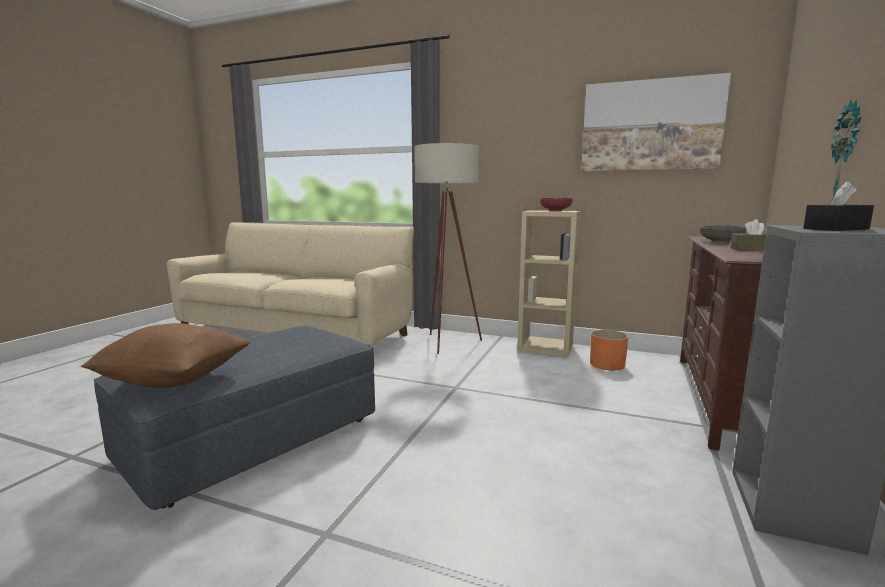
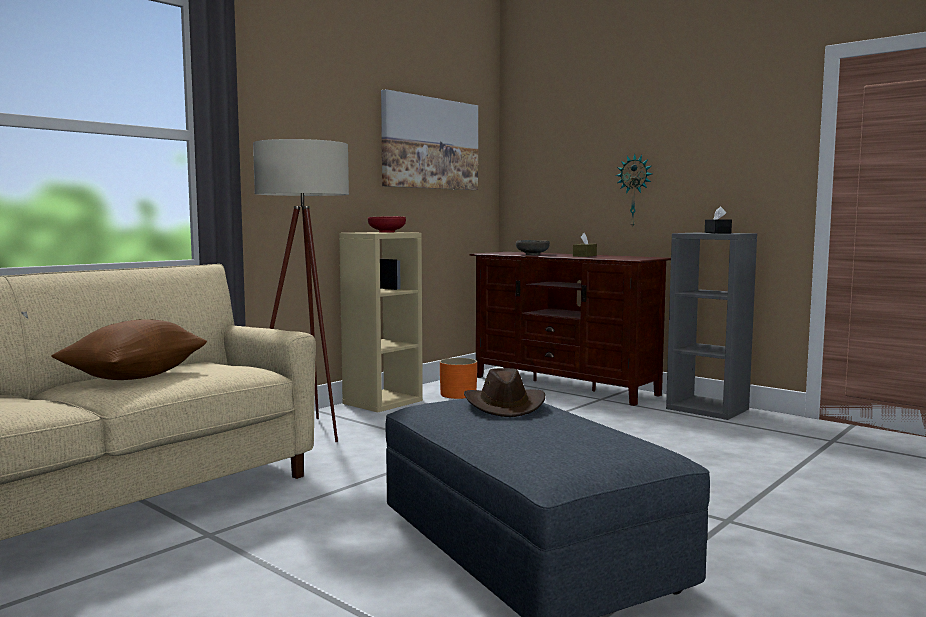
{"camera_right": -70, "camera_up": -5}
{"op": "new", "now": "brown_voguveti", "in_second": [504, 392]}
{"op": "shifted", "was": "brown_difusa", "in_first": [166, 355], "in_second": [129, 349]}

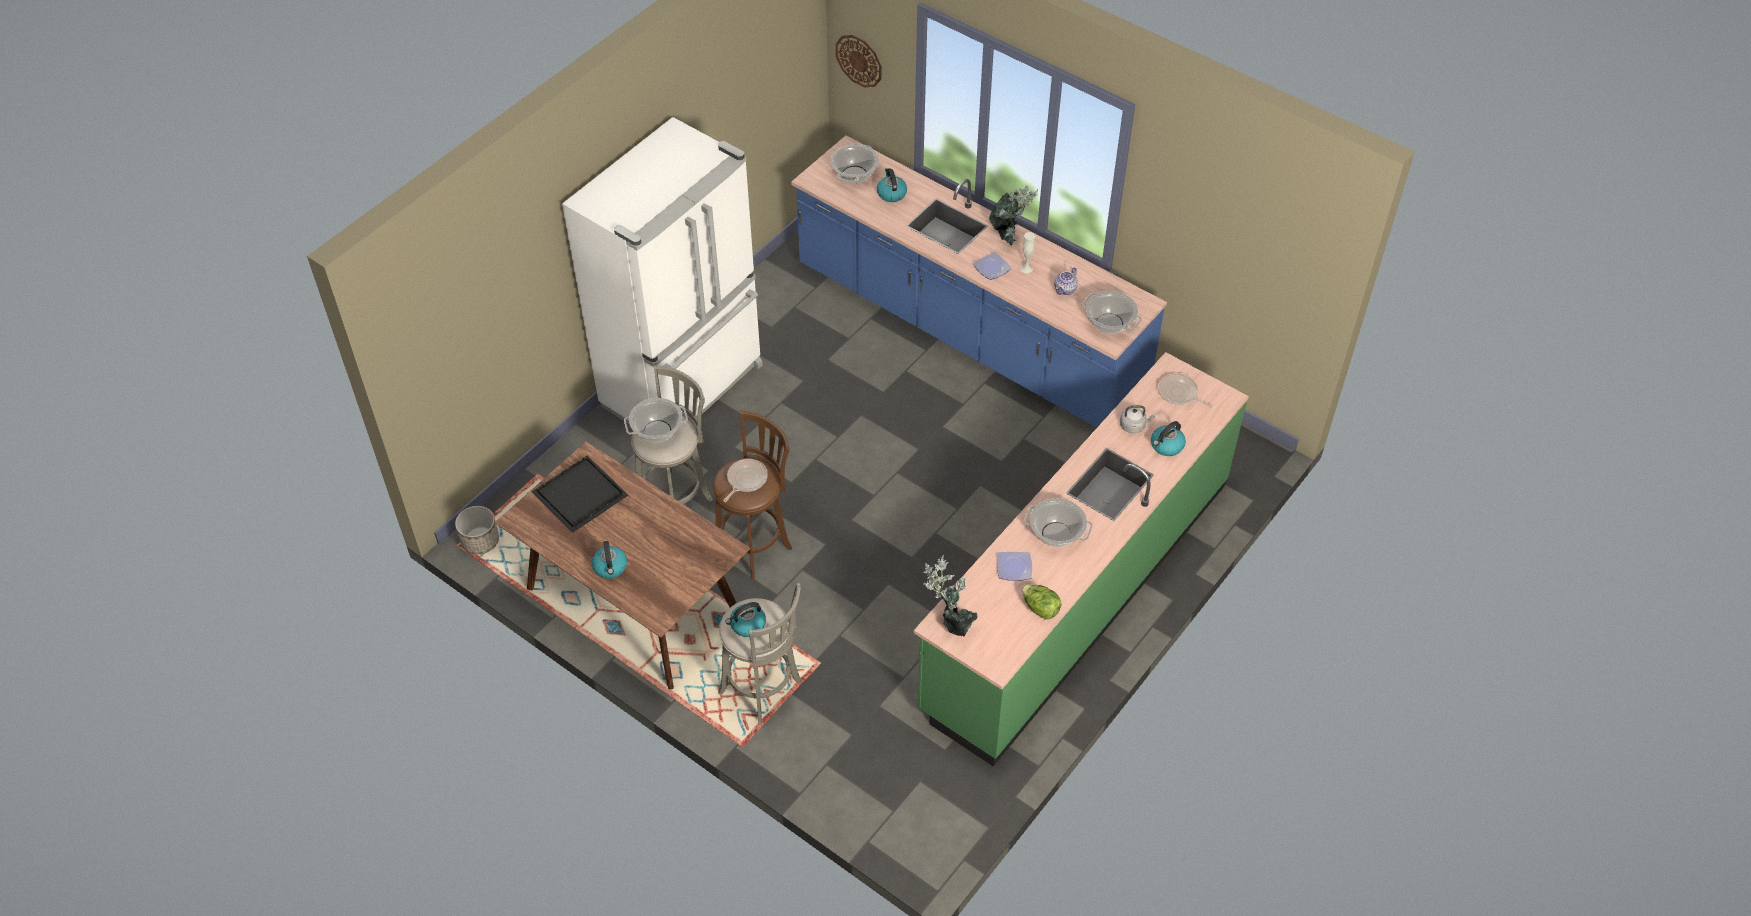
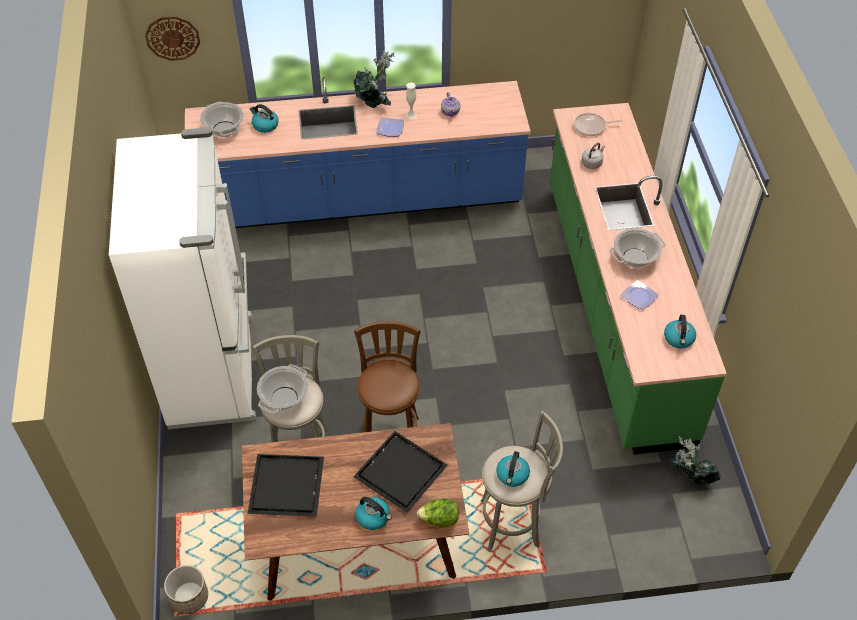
{"camera_right": -45, "camera_up": 0}
{"op": "gone", "was": "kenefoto", "in_first": [745, 480]}
{"op": "gone", "was": "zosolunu", "in_first": [1111, 312]}
{"op": "new", "now": "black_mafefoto", "in_second": [400, 472]}
{"op": "shifted", "was": "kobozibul", "in_first": [950, 595], "in_second": [695, 460]}
{"op": "shifted", "was": "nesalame", "in_first": [1041, 602], "in_second": [438, 513]}
{"op": "shifted", "was": "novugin", "in_first": [1168, 438], "in_second": [680, 331]}

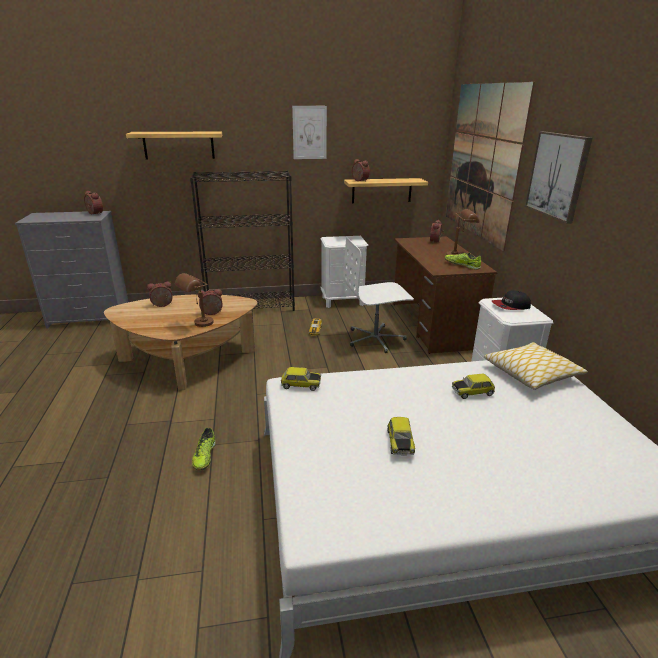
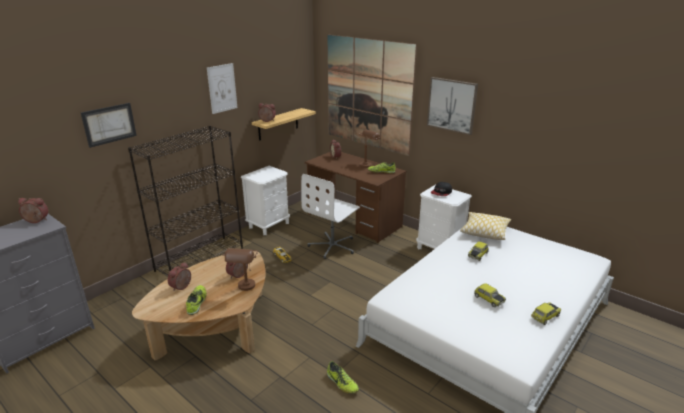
{"camera_right": -40, "camera_up": 0}
{"op": "new", "now": "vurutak", "in_second": [196, 300]}
{"op": "shifted", "was": "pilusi", "in_first": [301, 379], "in_second": [546, 314]}
{"op": "swapped", "was": "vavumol", "now": "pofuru", "in_first": [174, 146], "in_second": [109, 125]}

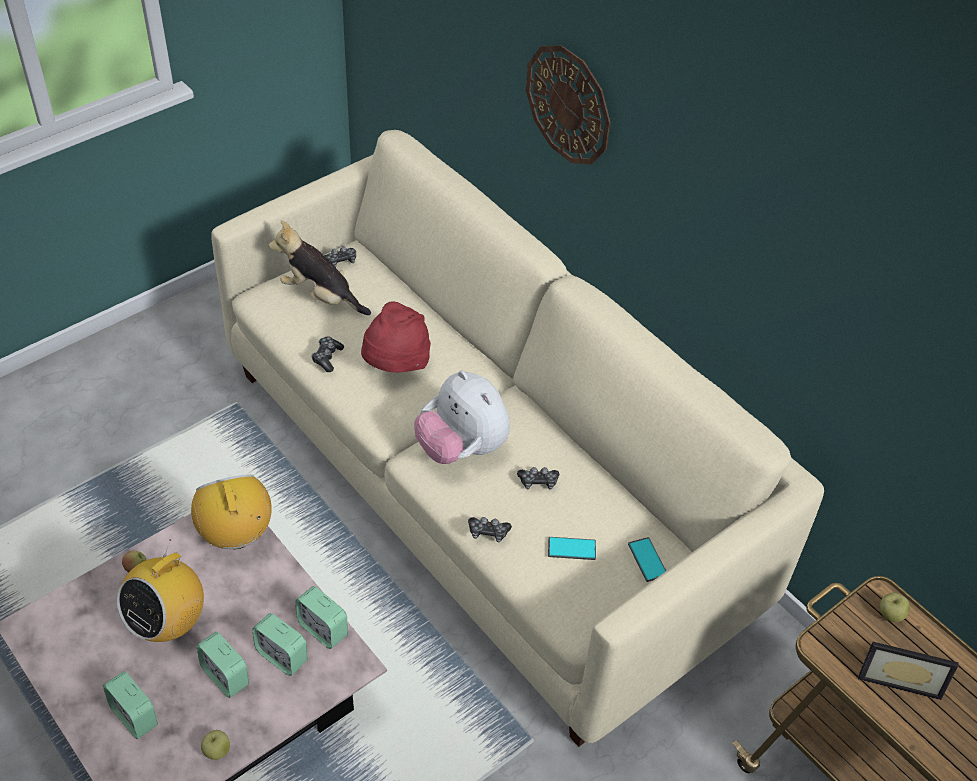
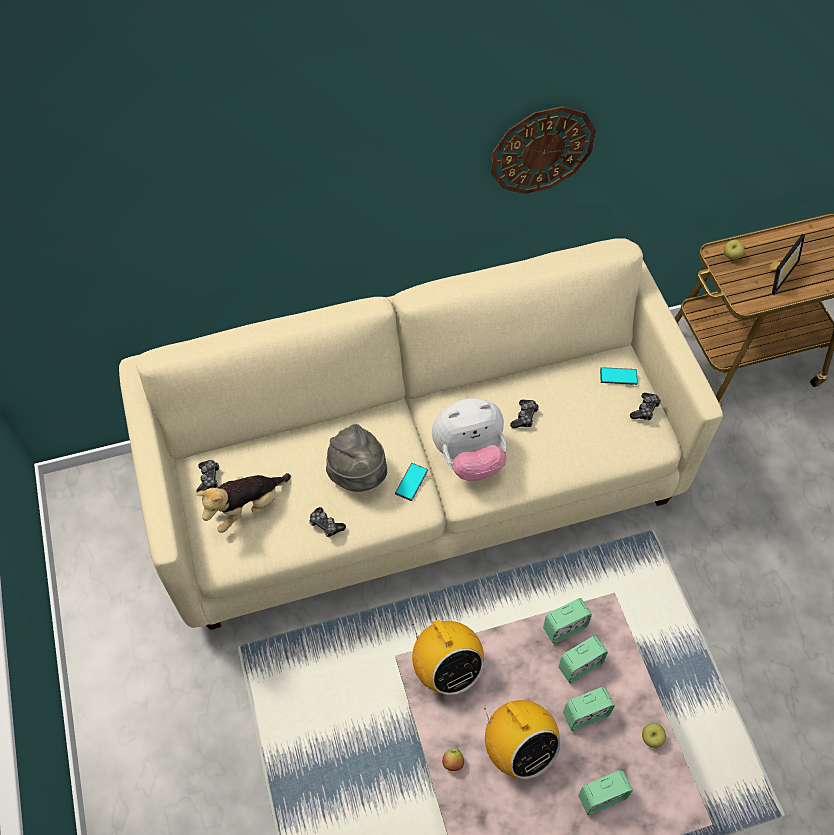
{"camera_right": -65, "camera_up": 10}
{"op": "shifted", "was": "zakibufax", "in_first": [490, 529], "in_second": [645, 406]}
{"op": "shifted", "was": "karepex", "in_first": [568, 104], "in_second": [543, 150]}
{"op": "shifted", "was": "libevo", "in_first": [572, 548], "in_second": [411, 482]}
{"op": "repainted", "was": "red_voguveti", "now": "grey_voguveti", "in_first": [396, 336], "in_second": [356, 458]}
{"op": "rotated", "was": "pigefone", "in_first": [231, 512], "in_second": [448, 657], "clockwise": -120}

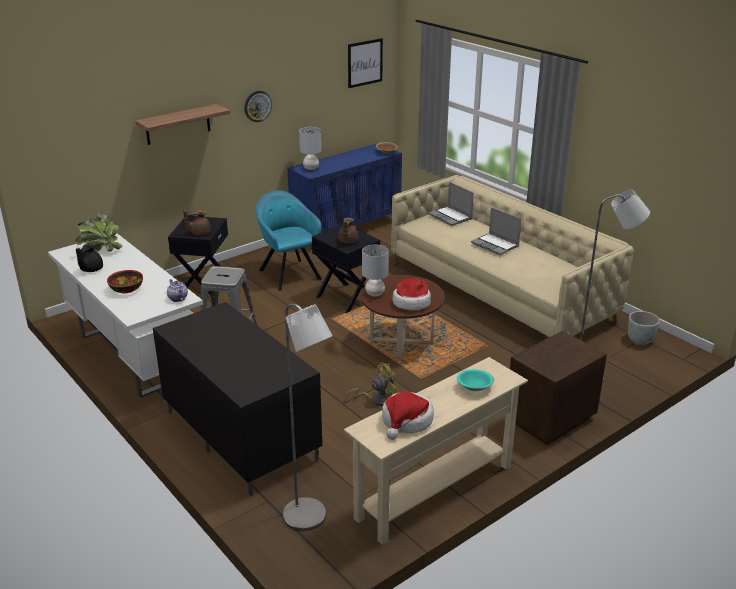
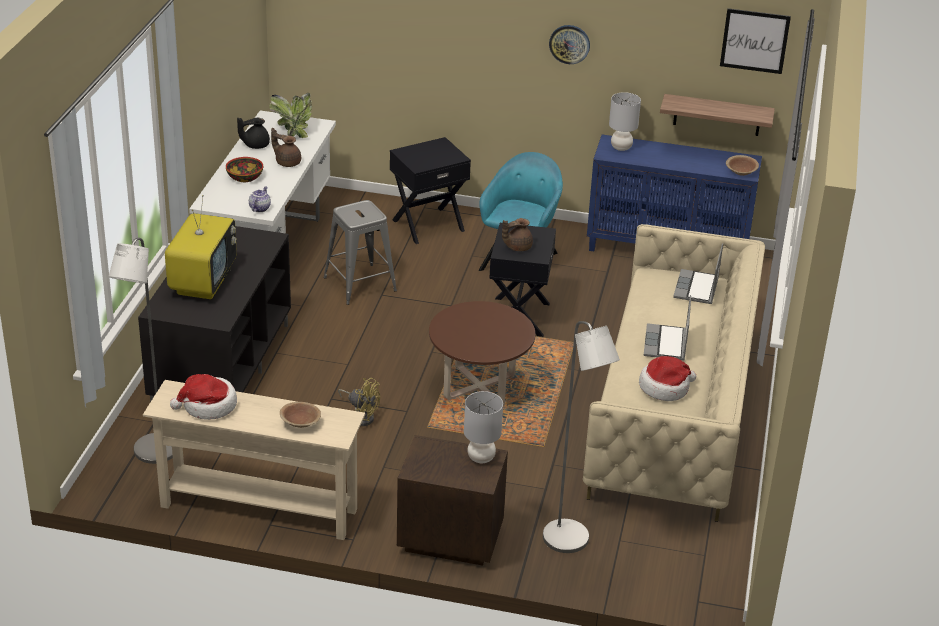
{"camera_right": 50, "camera_up": 5}
{"op": "gone", "was": "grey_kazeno", "in_first": [644, 328]}
{"op": "new", "now": "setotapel", "in_second": [201, 247]}
{"op": "shifted", "was": "vavumol", "in_first": [182, 124], "in_second": [717, 115]}
{"op": "shifted", "was": "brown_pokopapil", "in_first": [197, 222], "in_second": [286, 147]}
{"op": "shifted", "was": "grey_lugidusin", "in_first": [375, 271], "in_second": [483, 427]}
{"op": "shifted", "was": "voguveti", "in_first": [411, 294], "in_second": [667, 378]}
{"op": "repainted", "was": "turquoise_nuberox", "now": "brown_nuberox", "in_first": [475, 380], "in_second": [300, 415]}

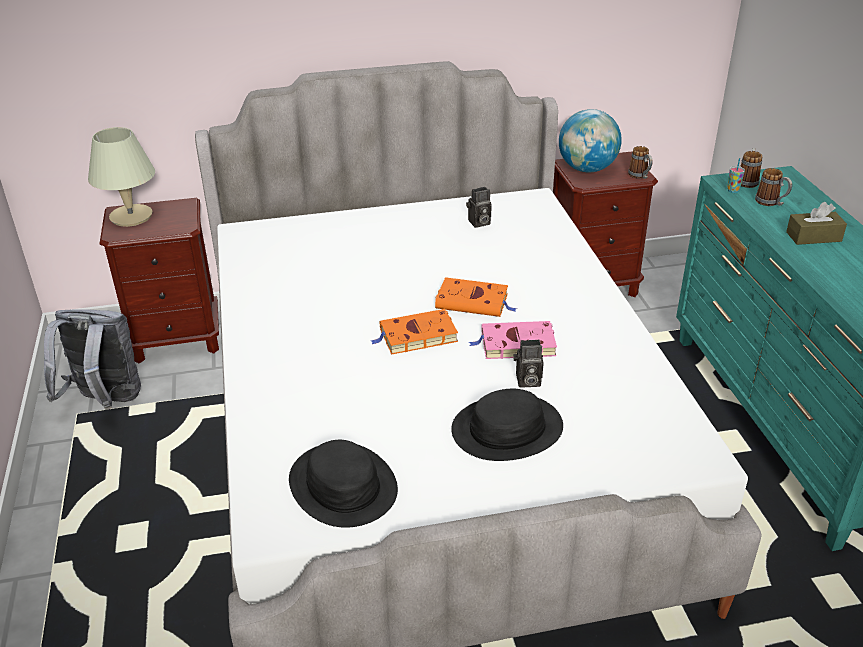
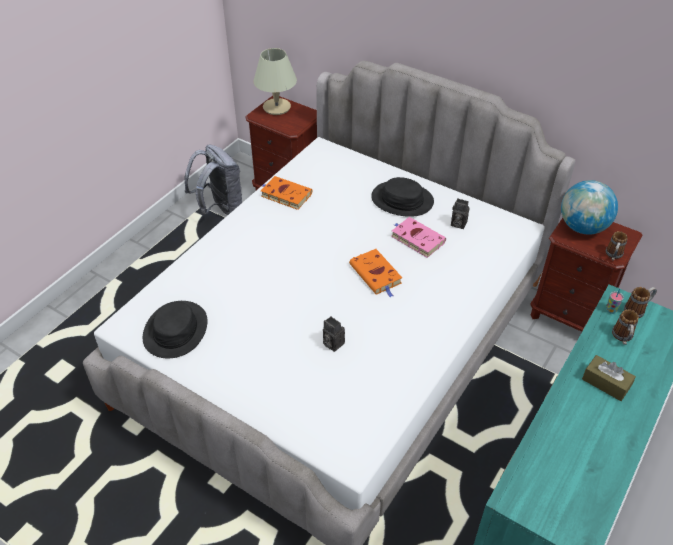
{"camera_right": 45, "camera_up": 10}
{"op": "shifted", "was": "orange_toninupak", "in_first": [414, 332], "in_second": [286, 193]}
{"op": "shifted", "was": "black_voguveti", "in_first": [507, 425], "in_second": [402, 197]}
{"op": "shifted", "was": "pink_toninupak", "in_first": [513, 340], "in_second": [418, 237]}

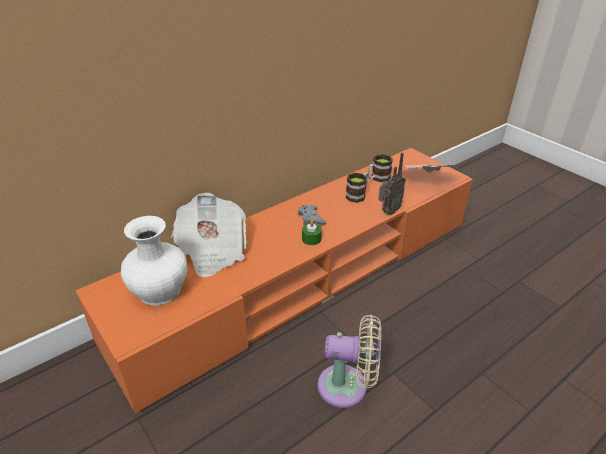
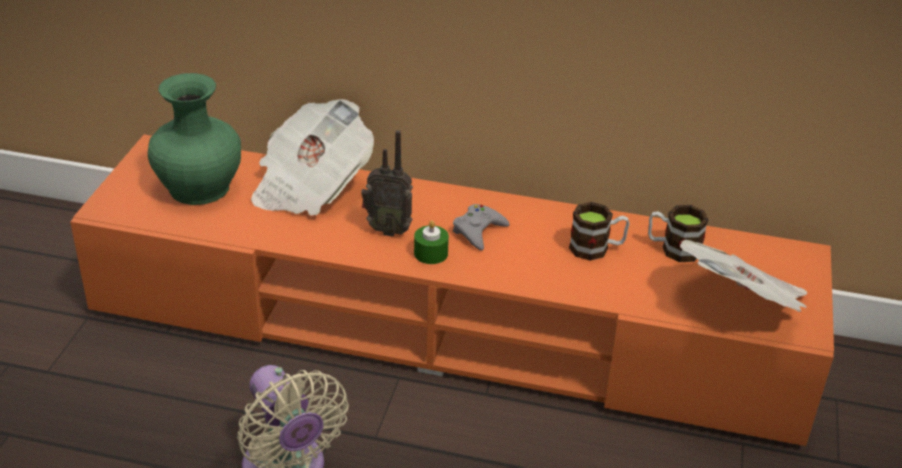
{"camera_right": 50, "camera_up": 0}
{"op": "shifted", "was": "pigefone", "in_first": [392, 184], "in_second": [387, 183]}
{"op": "repainted", "was": "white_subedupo", "now": "green_subedupo", "in_first": [154, 261], "in_second": [194, 139]}

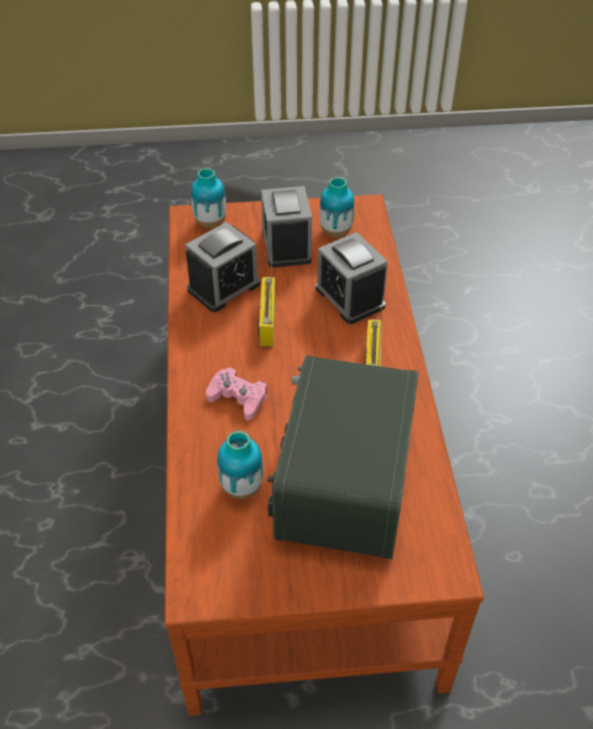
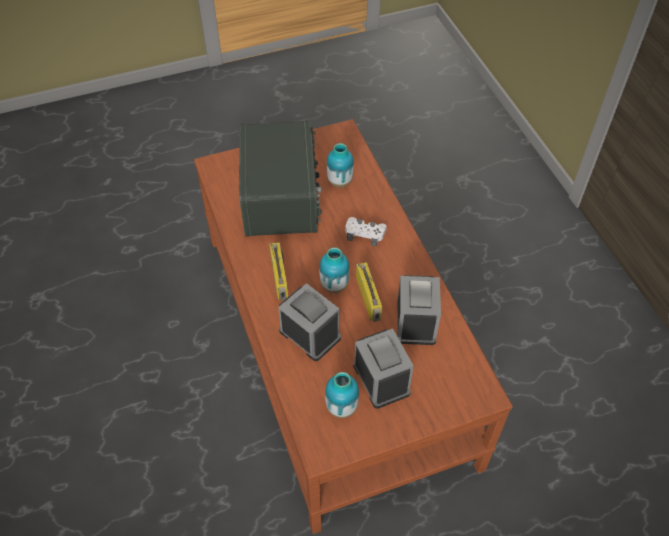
{"camera_right": 165, "camera_up": 5}
{"op": "shifted", "was": "subedupo", "in_first": [208, 198], "in_second": [334, 270]}
{"op": "repainted", "was": "pink_zakibufax", "now": "white_zakibufax", "in_first": [236, 394], "in_second": [366, 231]}
{"op": "rotated", "was": "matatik", "in_first": [223, 267], "in_second": [419, 310], "clockwise": 150}

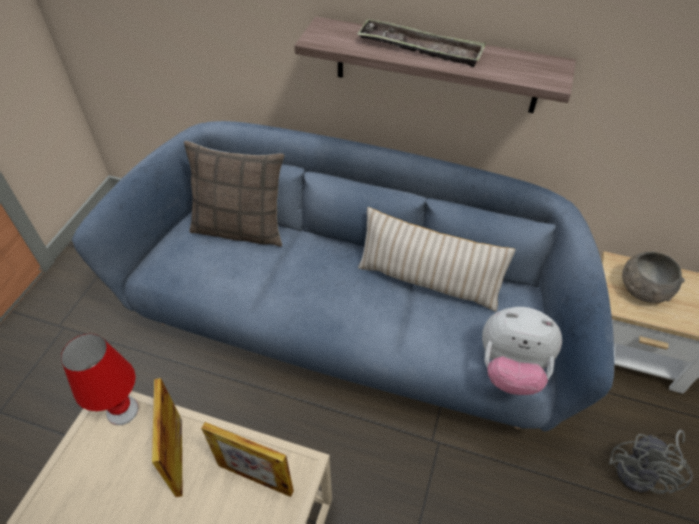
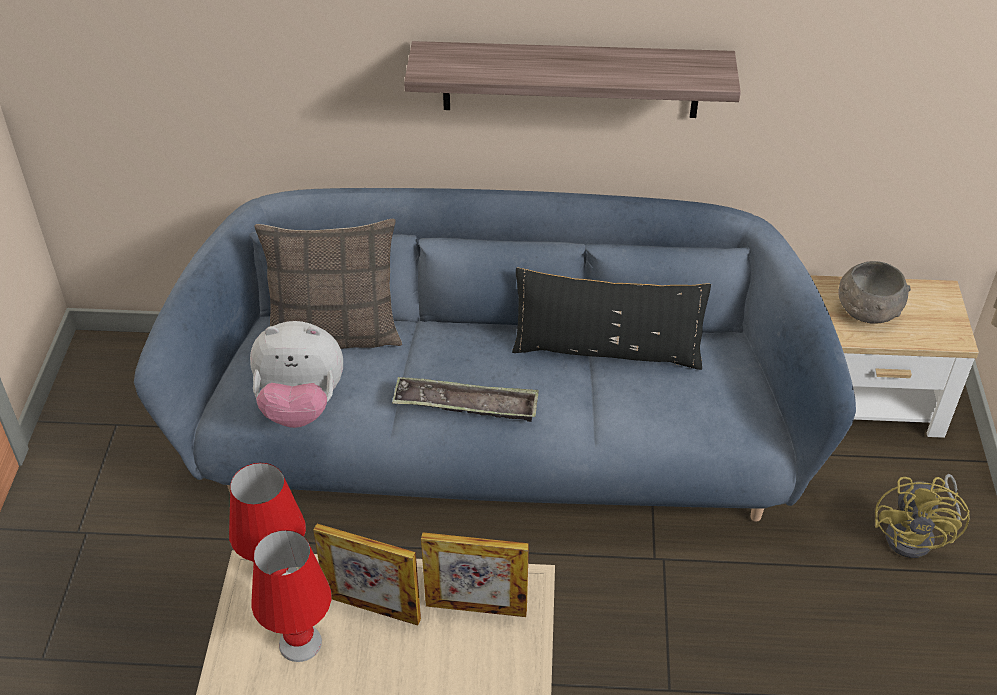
{"camera_right": -15, "camera_up": -5}
{"op": "new", "now": "red_lugidusin", "in_second": [291, 596]}
{"op": "shifted", "was": "mafefoto", "in_first": [421, 42], "in_second": [465, 399]}
{"op": "shifted", "was": "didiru", "in_first": [522, 351], "in_second": [296, 374]}
{"op": "repainted", "was": "beige_difusa", "now": "black_difusa", "in_first": [436, 259], "in_second": [611, 319]}
{"op": "repainted", "was": "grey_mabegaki", "now": "yellow_mabegaki", "in_first": [651, 462], "in_second": [922, 516]}
{"op": "rotated", "was": "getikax", "in_first": [167, 437], "in_second": [367, 575], "clockwise": -45}

